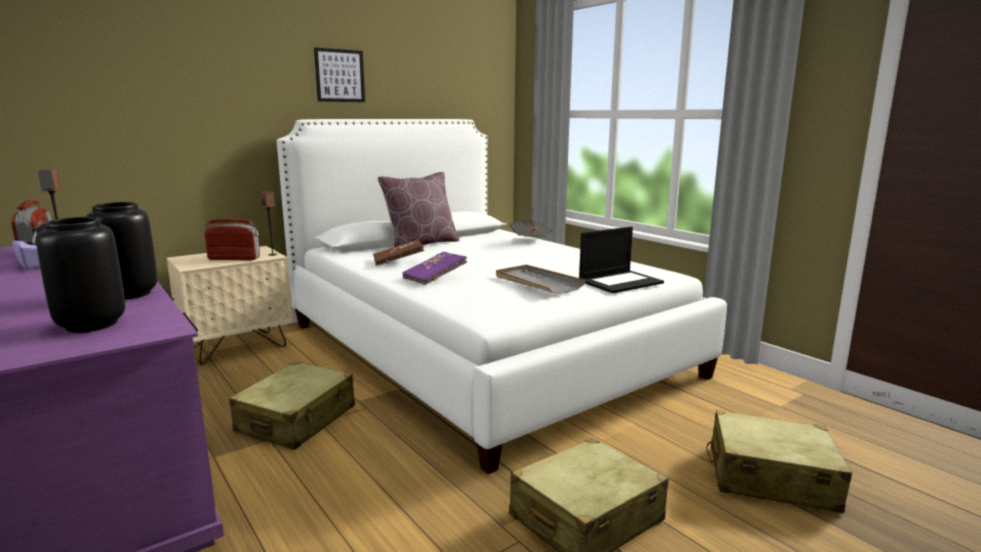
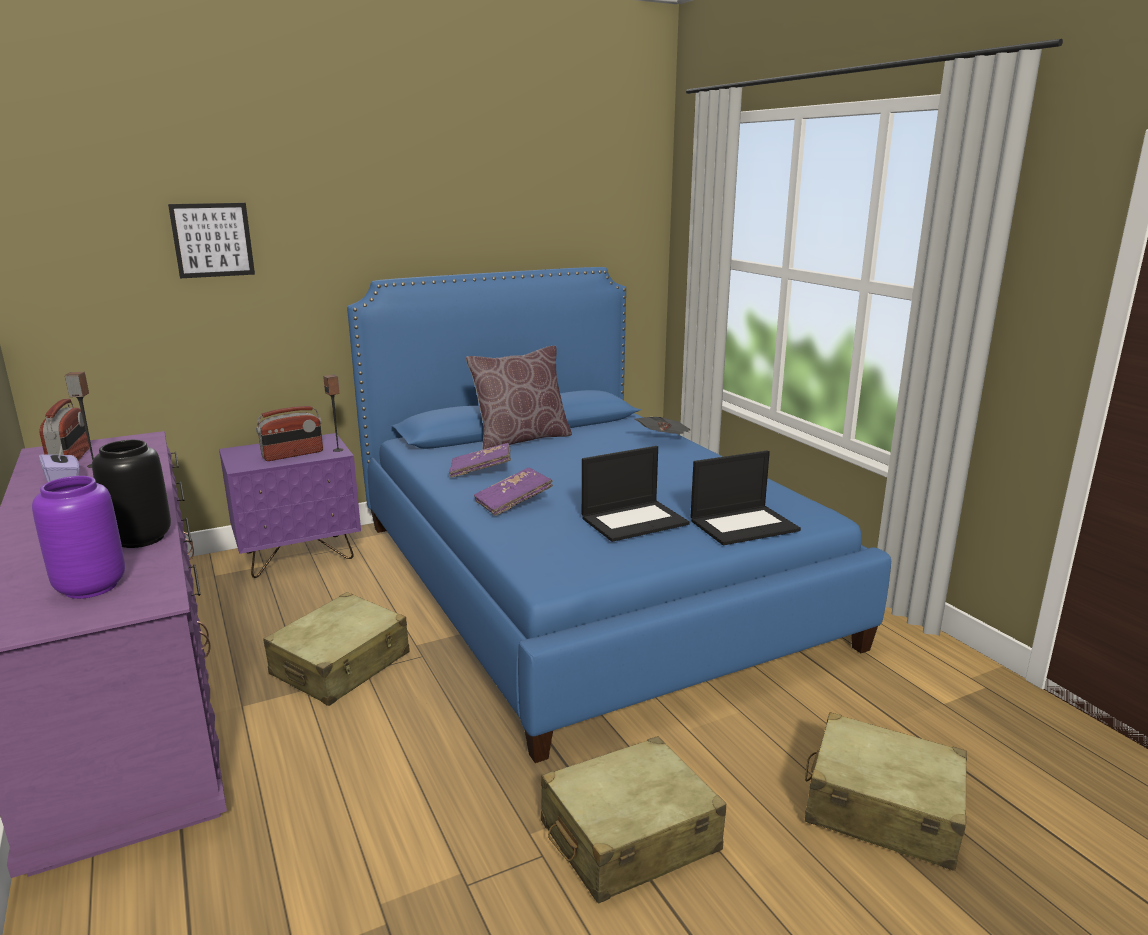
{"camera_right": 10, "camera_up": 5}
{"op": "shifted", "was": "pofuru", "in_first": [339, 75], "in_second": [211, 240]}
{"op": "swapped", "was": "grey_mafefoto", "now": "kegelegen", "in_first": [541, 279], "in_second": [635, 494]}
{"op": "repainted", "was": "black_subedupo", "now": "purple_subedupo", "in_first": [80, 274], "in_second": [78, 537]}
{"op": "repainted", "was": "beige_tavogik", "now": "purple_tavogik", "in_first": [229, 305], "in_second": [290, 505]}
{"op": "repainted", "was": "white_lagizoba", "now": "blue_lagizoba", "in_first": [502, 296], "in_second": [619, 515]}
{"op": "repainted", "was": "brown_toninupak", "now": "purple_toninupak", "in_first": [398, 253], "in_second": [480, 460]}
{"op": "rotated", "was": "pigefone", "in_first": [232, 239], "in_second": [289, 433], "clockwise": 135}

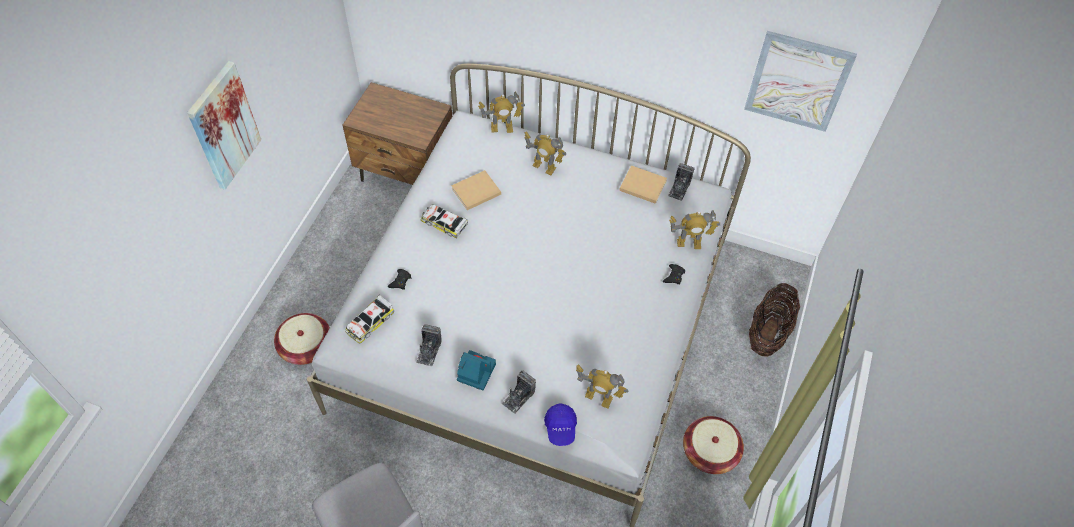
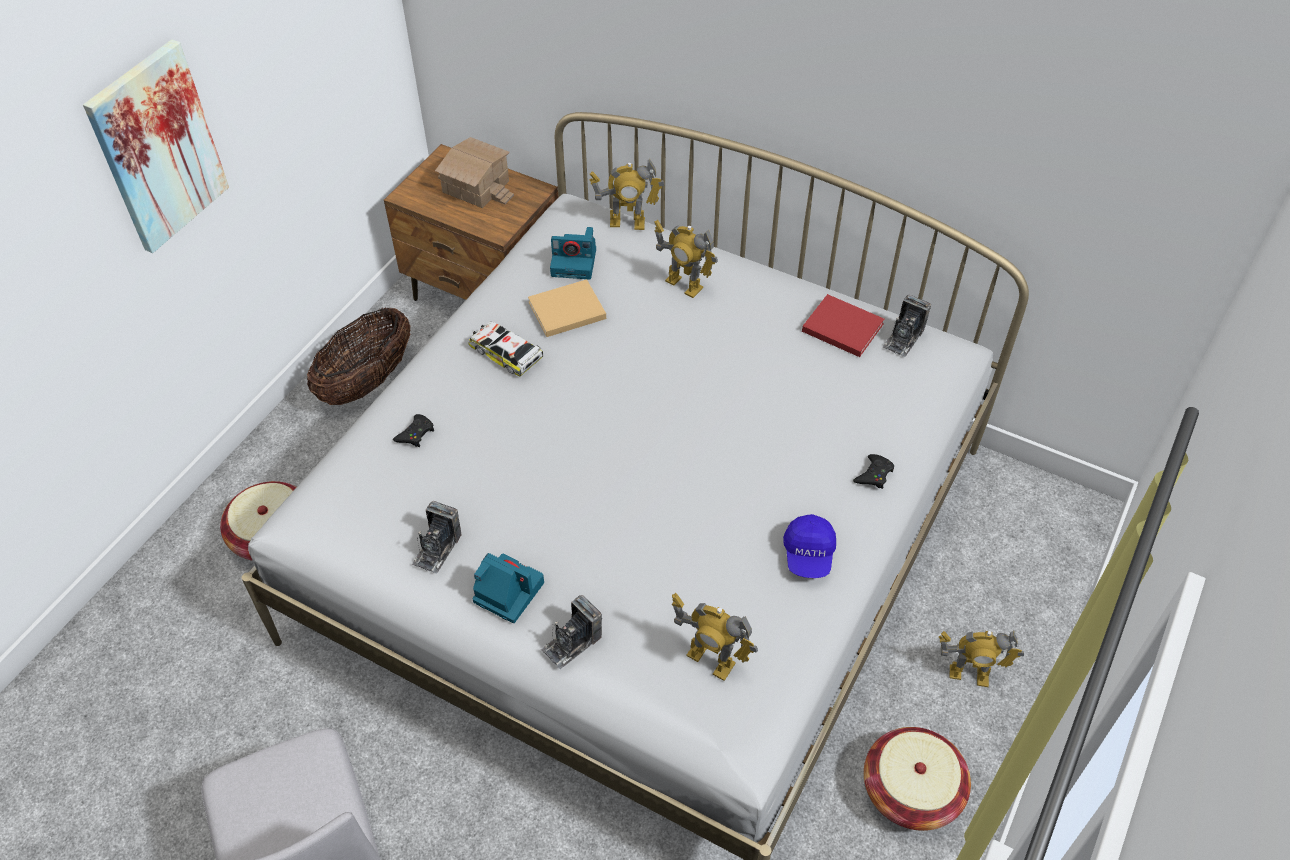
{"camera_right": 10, "camera_up": -5}
{"op": "gone", "was": "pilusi", "in_first": [369, 319]}
{"op": "gone", "was": "pofuru", "in_first": [800, 81]}
{"op": "new", "now": "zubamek", "in_second": [474, 172]}
{"op": "new", "now": "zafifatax", "in_second": [573, 253]}
{"op": "shifted", "was": "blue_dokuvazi", "in_first": [560, 424], "in_second": [809, 546]}
{"op": "shifted", "was": "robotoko", "in_first": [694, 229], "in_second": [981, 659]}
{"op": "shifted", "was": "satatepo", "in_first": [774, 320], "in_second": [359, 356]}
{"op": "repainted", "was": "beige_toninupak", "now": "red_toninupak", "in_first": [643, 184], "in_second": [843, 325]}

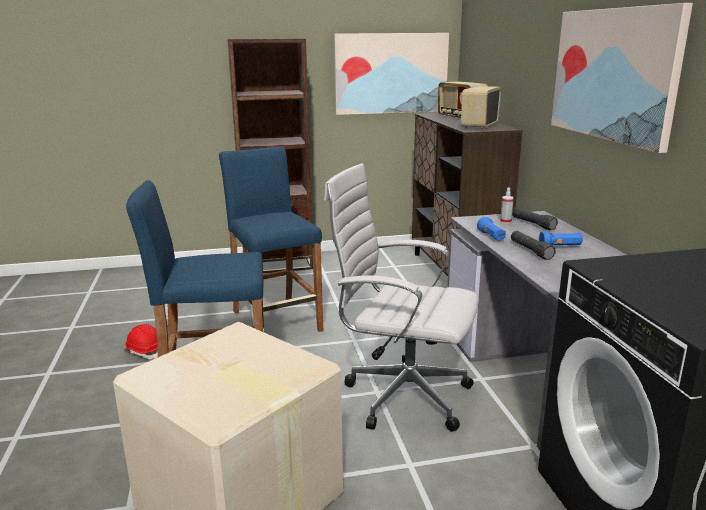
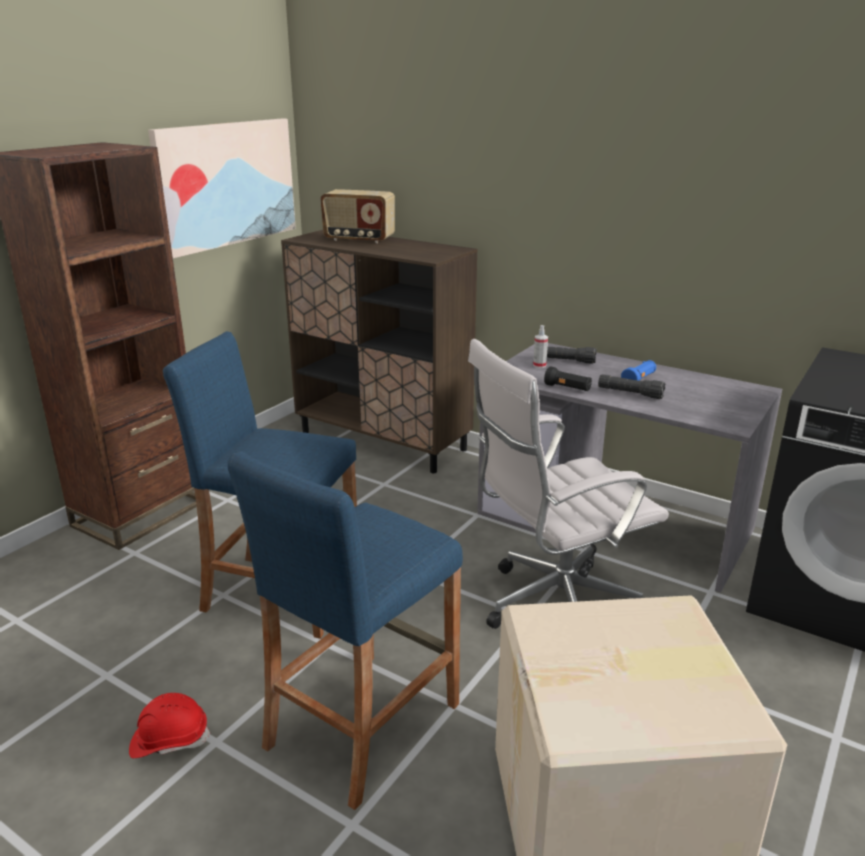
{"camera_right": -45, "camera_up": 5}
{"op": "gone", "was": "pigefone", "in_first": [481, 108]}
{"op": "gone", "was": "pofuru", "in_first": [622, 78]}
{"op": "repainted", "was": "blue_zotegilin", "now": "black_zotegilin", "in_first": [491, 229], "in_second": [568, 378]}

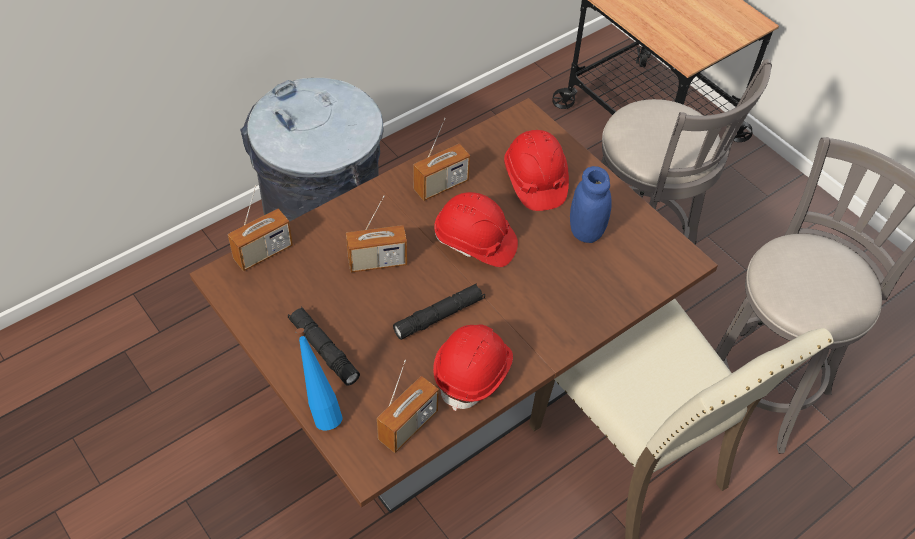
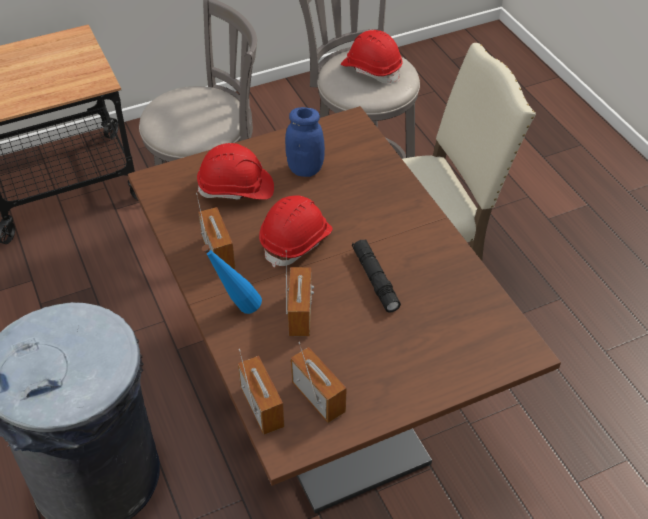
{"camera_right": -75, "camera_up": -5}
{"op": "gone", "was": "black_zotegilin", "in_first": [324, 346]}
{"op": "shifted", "was": "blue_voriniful", "in_first": [319, 379], "in_second": [232, 279]}
{"op": "shifted", "was": "pigefone", "in_first": [408, 406], "in_second": [319, 382]}
{"op": "shifted", "was": "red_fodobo", "in_first": [473, 367], "in_second": [372, 57]}

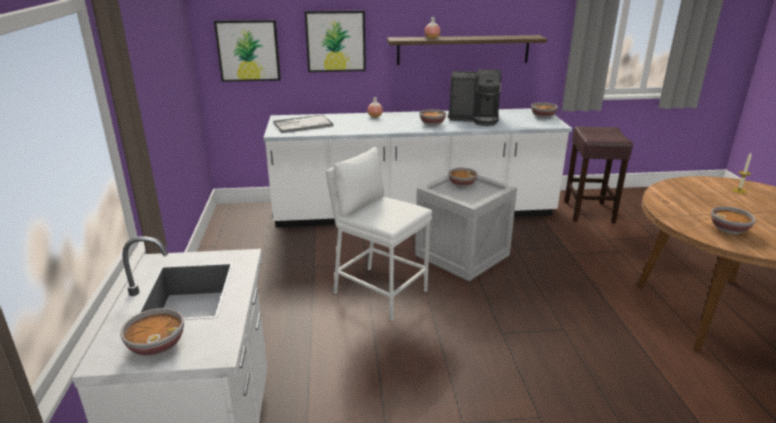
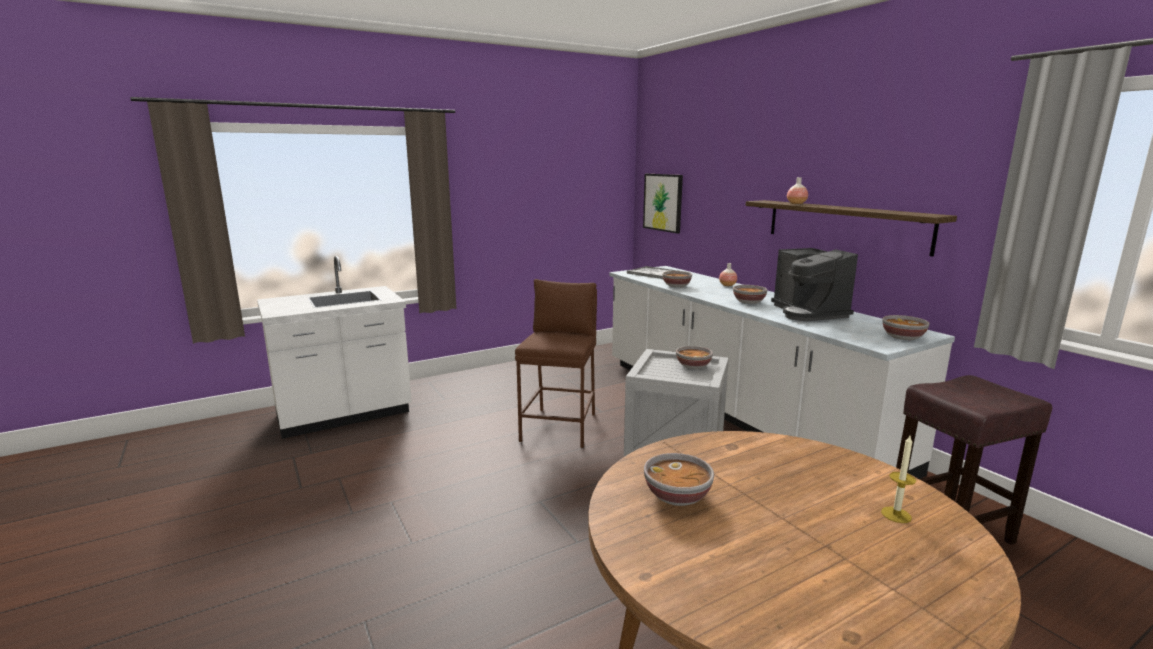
{"camera_right": 65, "camera_up": -10}
{"op": "gone", "was": "pofuru", "in_first": [335, 41]}
{"op": "shifted", "was": "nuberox", "in_first": [152, 332], "in_second": [677, 279]}
{"op": "repainted", "was": "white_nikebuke", "now": "brown_nikebuke", "in_first": [379, 234], "in_second": [556, 363]}

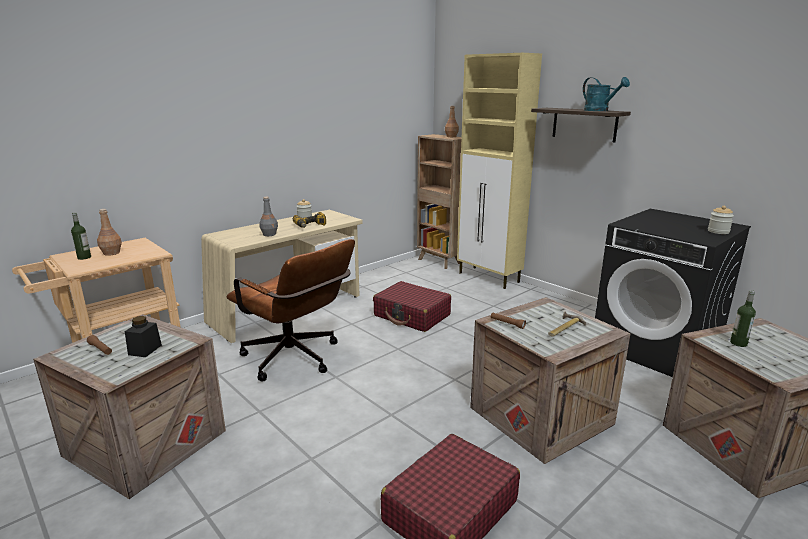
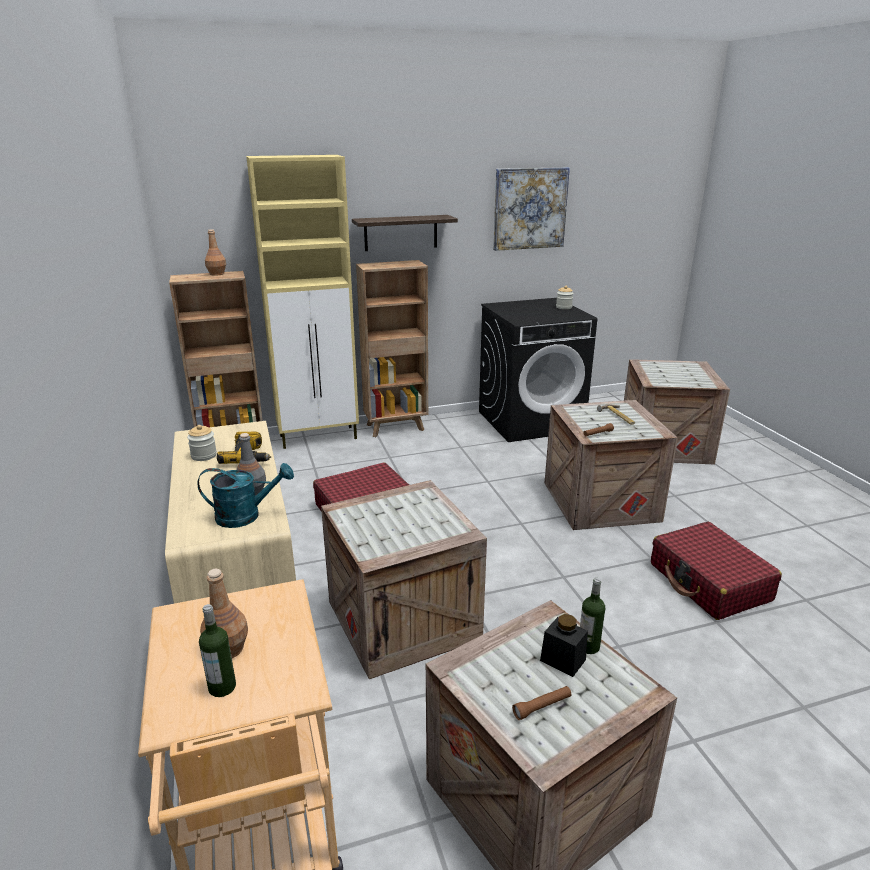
{"camera_right": -65, "camera_up": 5}
{"op": "new", "now": "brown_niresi", "in_second": [392, 348]}
{"op": "new", "now": "pofuru", "in_second": [531, 209]}
{"op": "shifted", "was": "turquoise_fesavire", "in_first": [606, 94], "in_second": [245, 495]}
{"op": "shifted", "was": "voriniful", "in_first": [743, 318], "in_second": [592, 616]}
{"op": "swapped", "was": "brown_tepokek", "now": "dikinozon", "in_first": [291, 310], "in_second": [404, 579]}

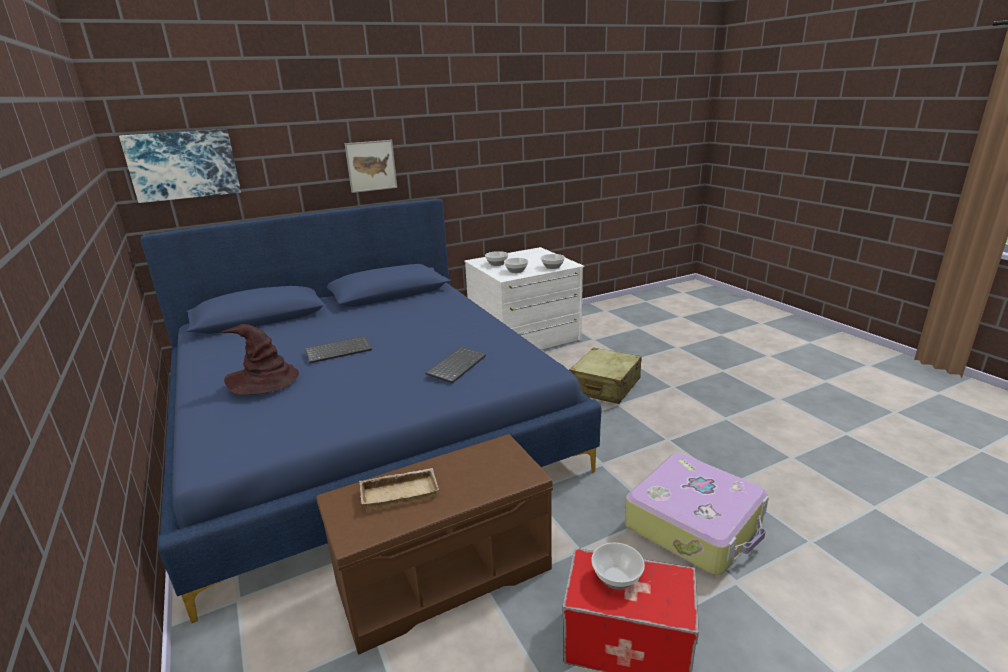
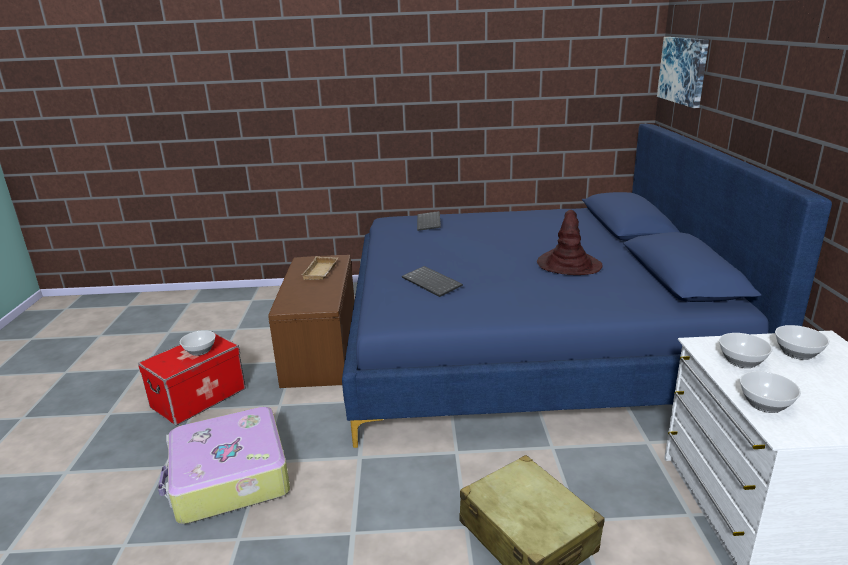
{"camera_right": 115, "camera_up": 0}
{"op": "gone", "was": "pofuru", "in_first": [371, 166]}
{"op": "shifted", "was": "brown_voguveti", "in_first": [259, 359], "in_second": [570, 242]}
{"op": "shifted", "was": "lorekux", "in_first": [338, 349], "in_second": [429, 221]}

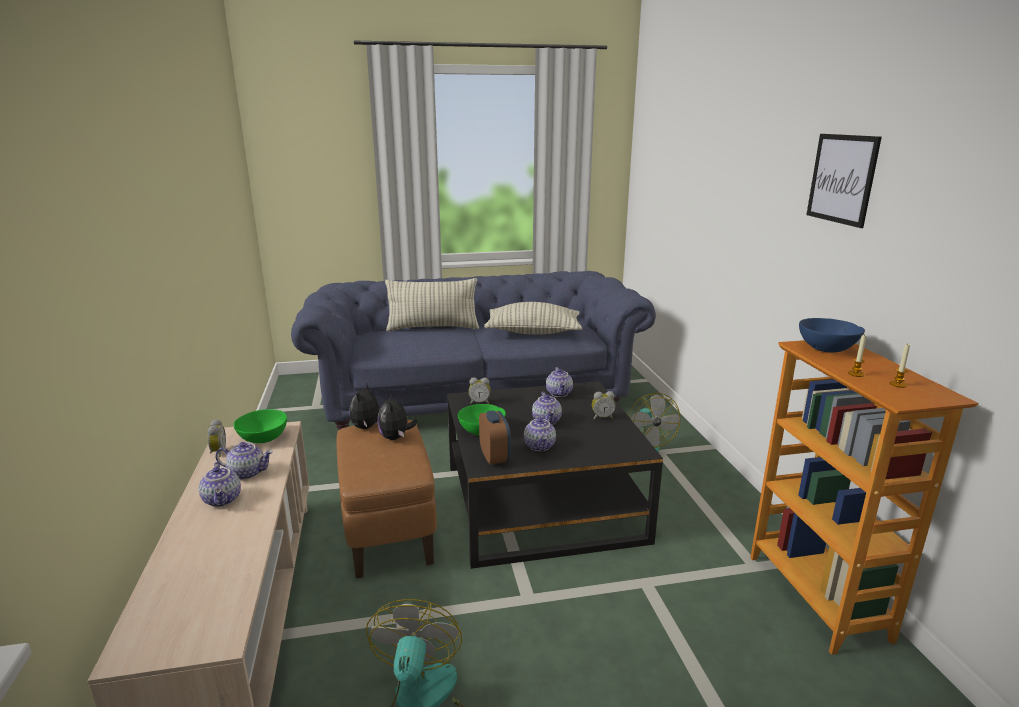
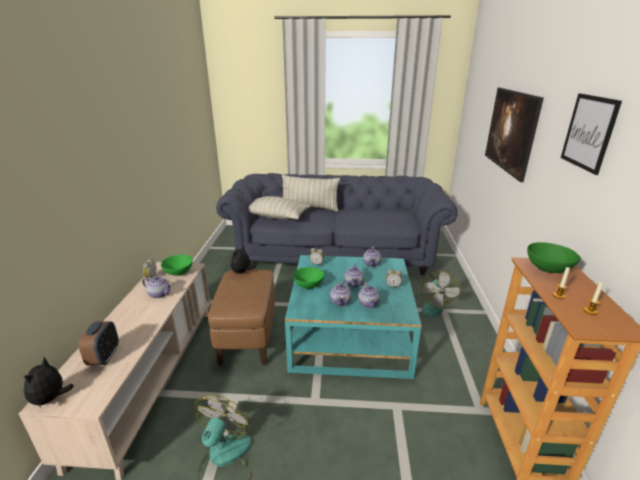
{"camera_right": 15, "camera_up": 5}
{"op": "new", "now": "pofuru", "in_second": [514, 135]}
{"op": "shifted", "was": "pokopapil", "in_first": [220, 484], "in_second": [369, 295]}
{"op": "shifted", "was": "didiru", "in_first": [397, 416], "in_second": [48, 382]}
{"op": "shifted", "was": "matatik", "in_first": [495, 437], "in_second": [99, 343]}
{"op": "shifted", "was": "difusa", "in_first": [533, 318], "in_second": [279, 207]}
{"op": "repainted", "was": "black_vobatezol", "now": "turquoise_vobatezol", "in_first": [555, 475], "in_second": [353, 317]}
{"op": "repainted", "was": "blue_nuberox", "now": "green_nuberox", "in_first": [832, 335], "in_second": [554, 257]}

